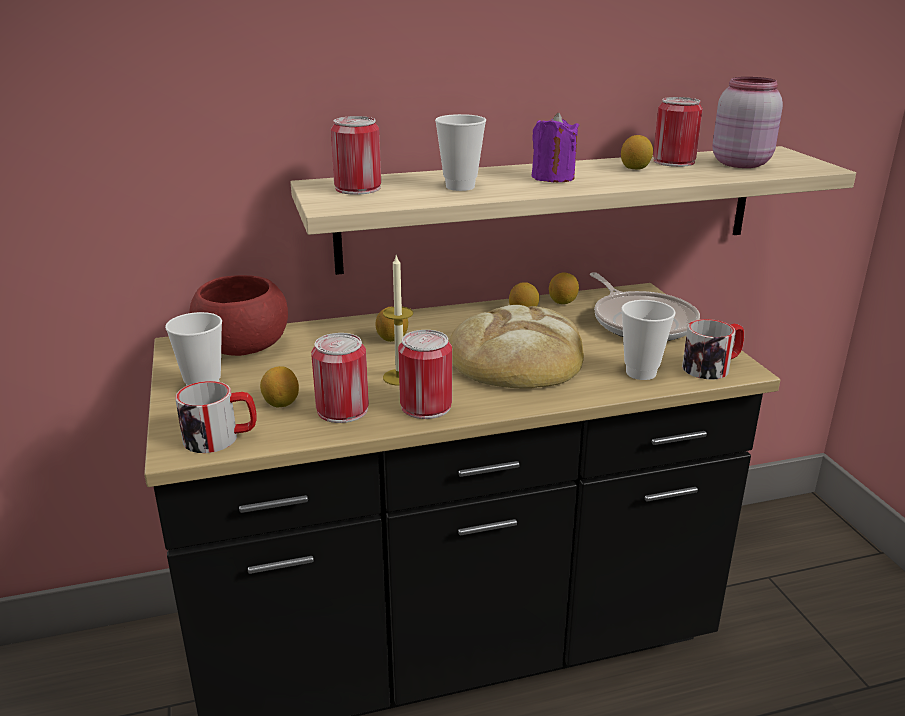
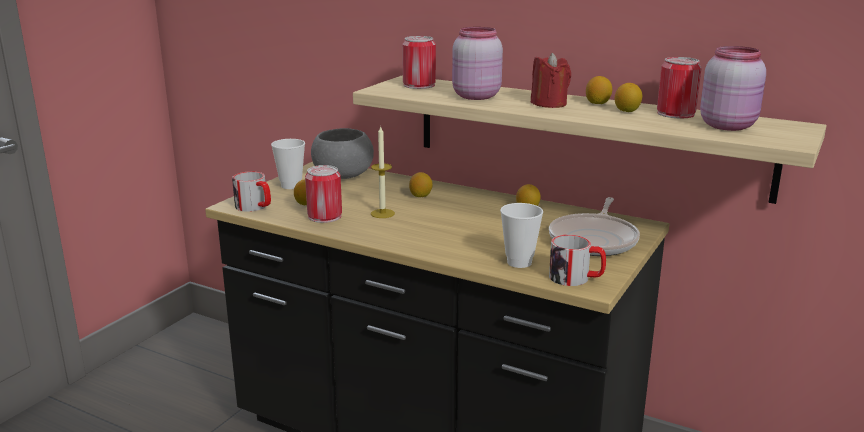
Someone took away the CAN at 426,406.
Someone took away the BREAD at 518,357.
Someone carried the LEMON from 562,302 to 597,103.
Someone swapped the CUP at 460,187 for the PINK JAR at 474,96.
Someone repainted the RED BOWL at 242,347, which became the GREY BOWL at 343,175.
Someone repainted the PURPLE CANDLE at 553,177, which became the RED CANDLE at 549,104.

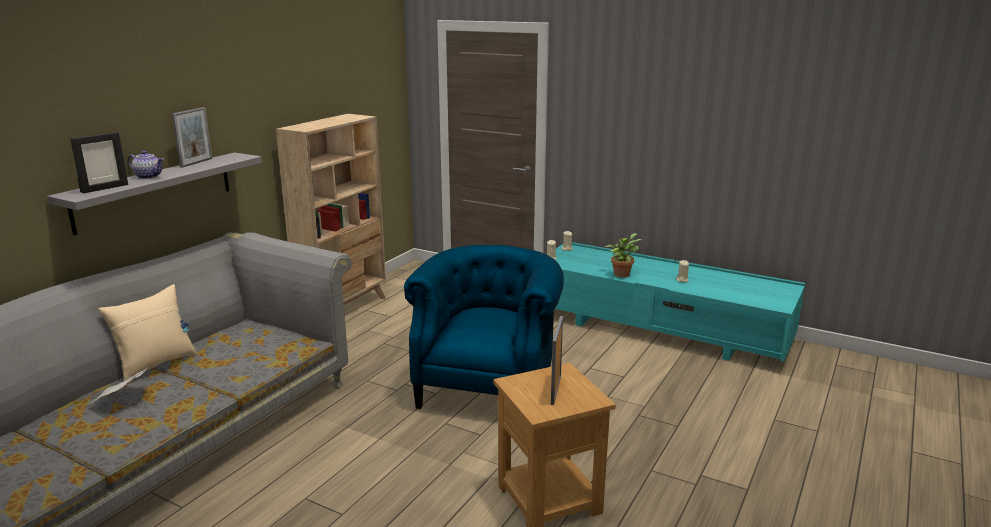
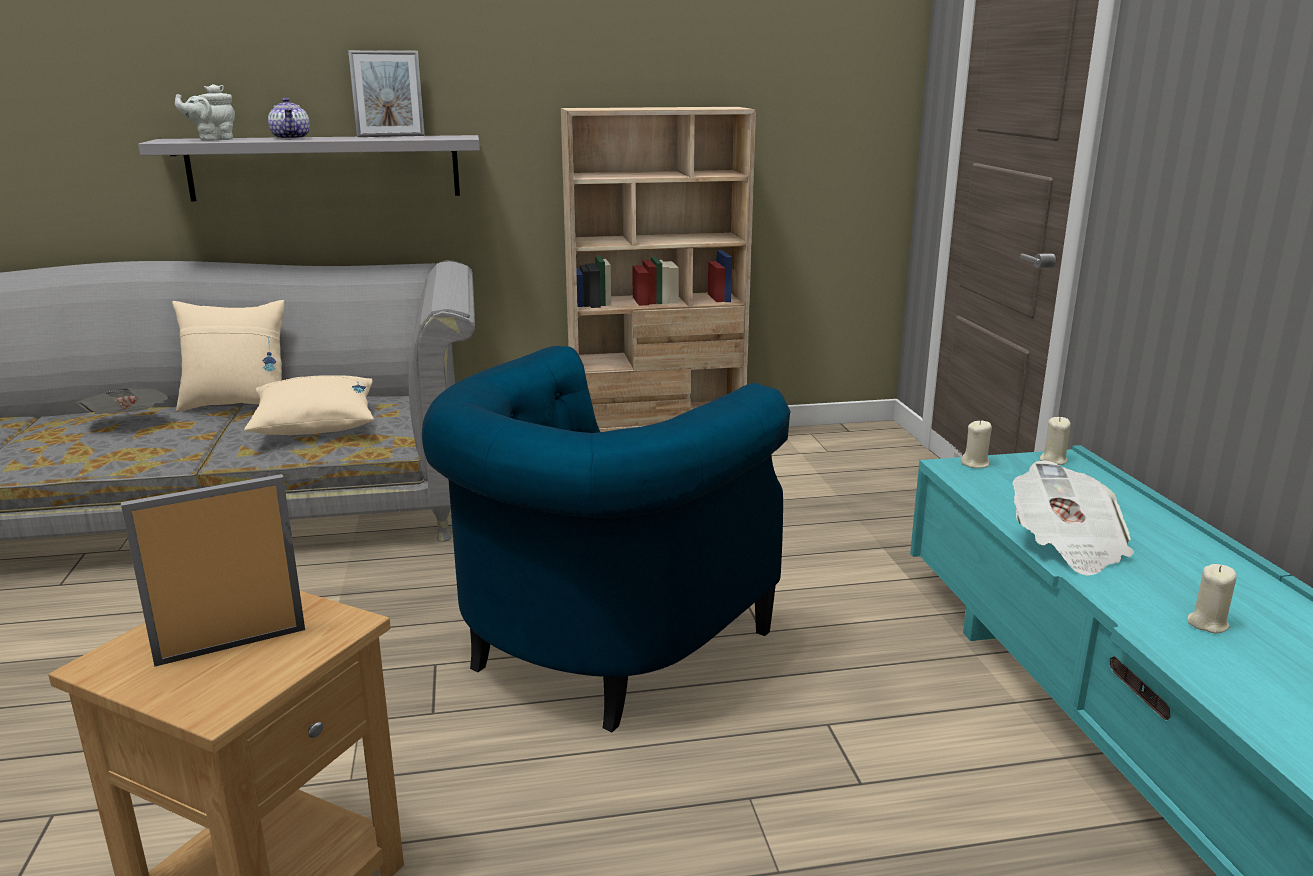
Someone put down the BEIGE PILLOW at 315,426.
Someone swapped the PICTURE FRAME at 104,188 for the GREY TEAPOT at 213,139.
Someone swapped the POTTED PLANT at 622,274 for the NEWSPAPER at 1067,546.
Someone rotated the BLUE ARMCHAIR at 489,386 by 150 degrees clockwise.

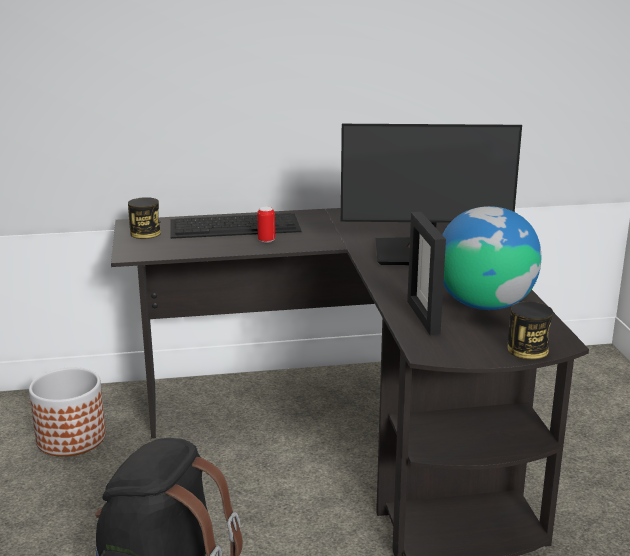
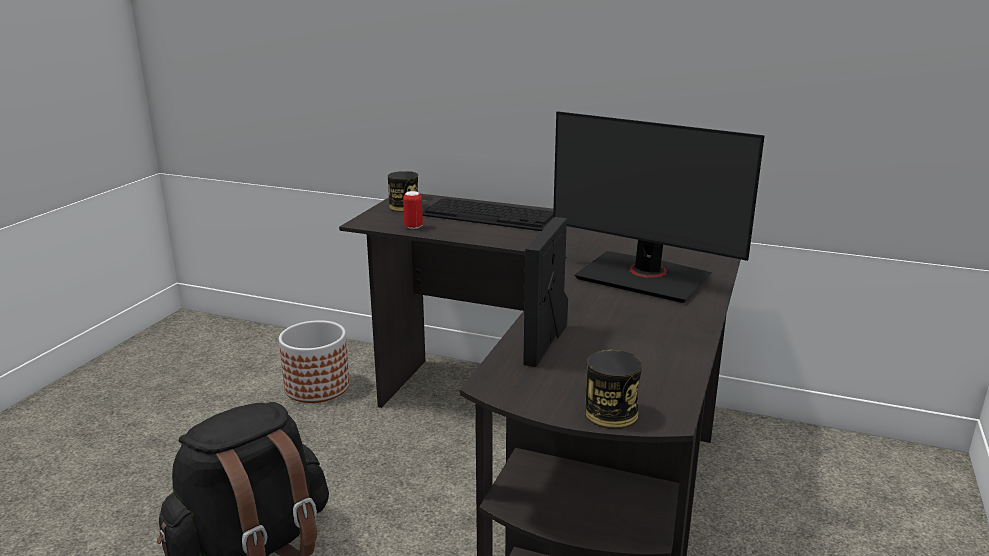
Someone took away the GLOBE at 484,304.
Someone carried the CAN from 266,240 to 413,227.

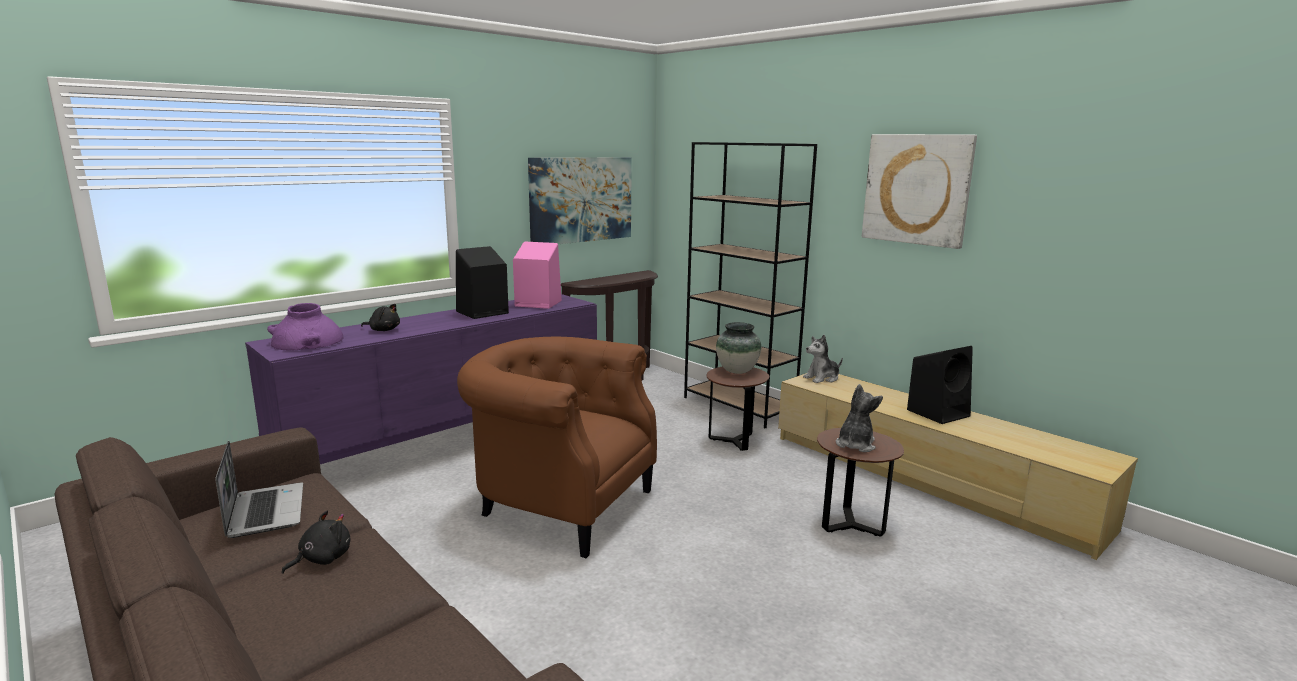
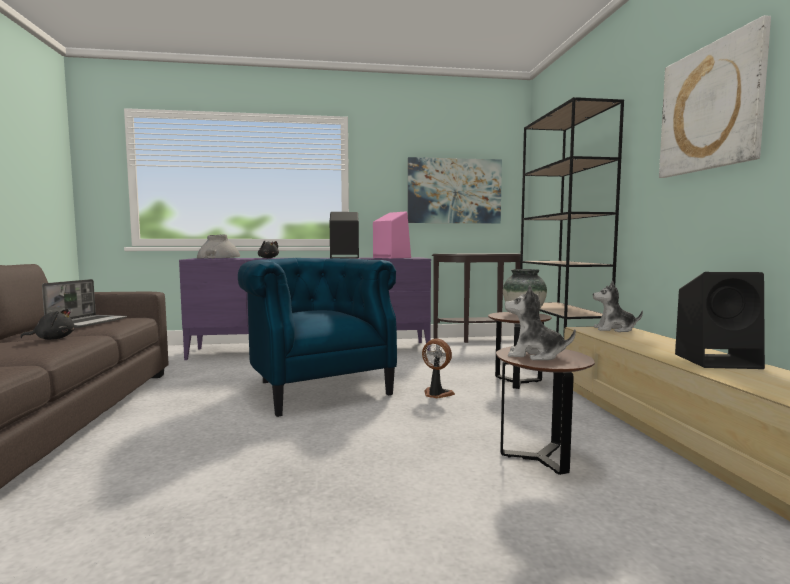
Someone put down the FAN at 436,394.
Someone repainted the PURPLE VASE at 307,342, which became the GREY VASE at 218,258.
Someone repainted the BROWN ARMCHAIR at 559,505, which became the BLUE ARMCHAIR at 315,388.
Someone rotated the PLUSH TOY at 855,444 by 135 degrees counterclockwise.

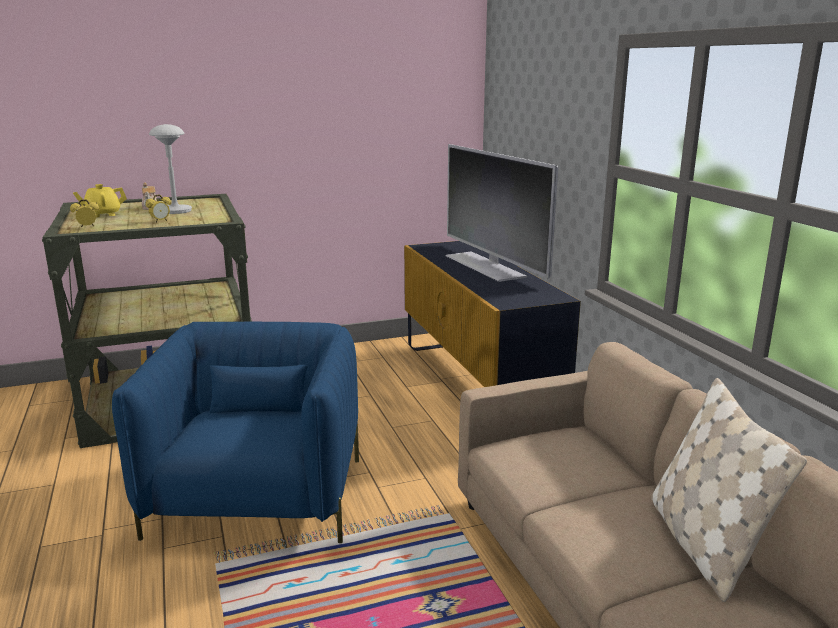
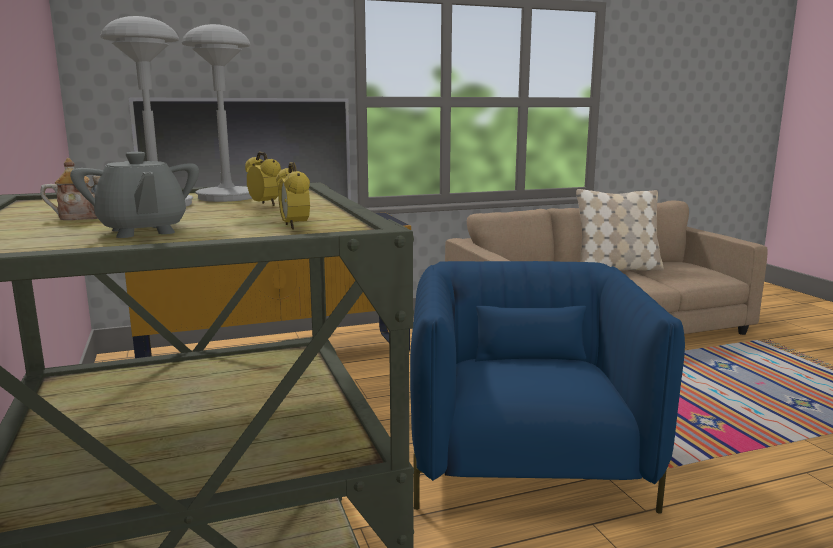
Someone put down the GREY TABLE LAMP at 227,197.
Someone repainted the YELLOW TEAPOT at 103,214, which became the GREY TEAPOT at 143,231.
Someone rotated the BLUE ARMCHAIR at 259,497 by 90 degrees clockwise.

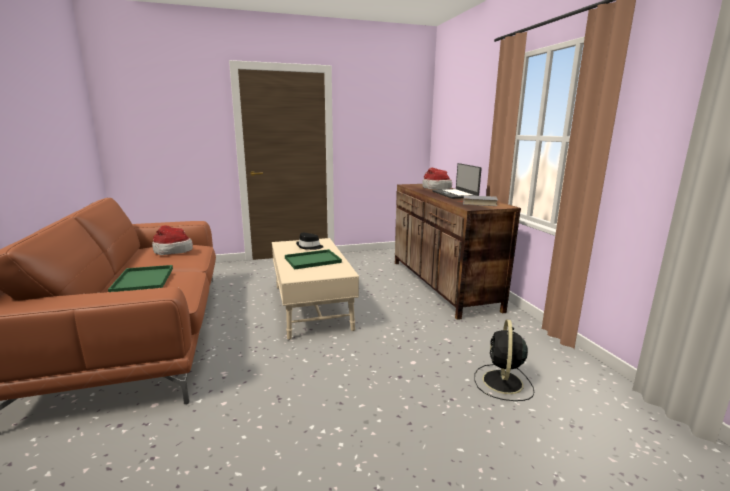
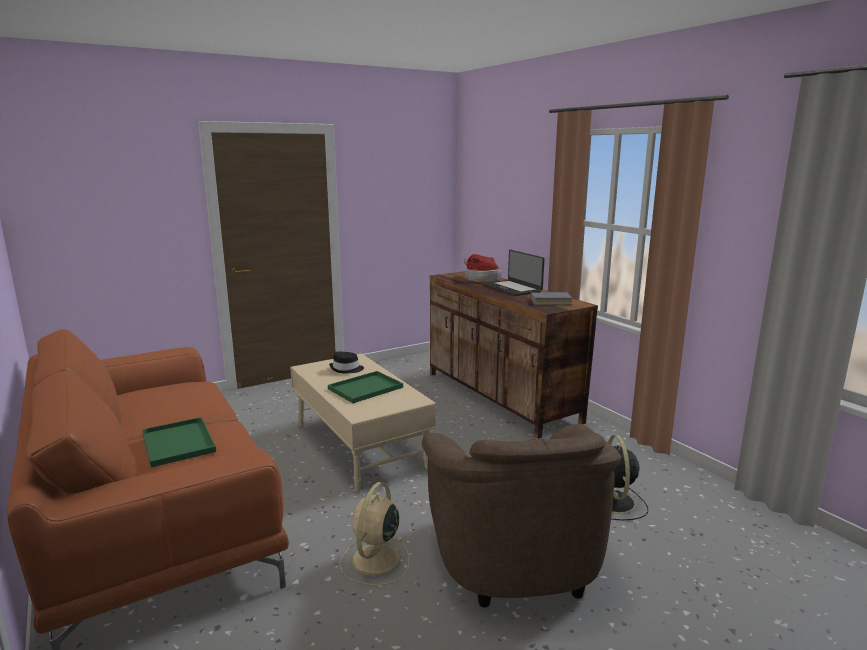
Someone took away the HAT at 171,250.
Someone put down the BEIGE FAN at 375,561.
Someone put down the BROWN ARMCHAIR at 514,556.

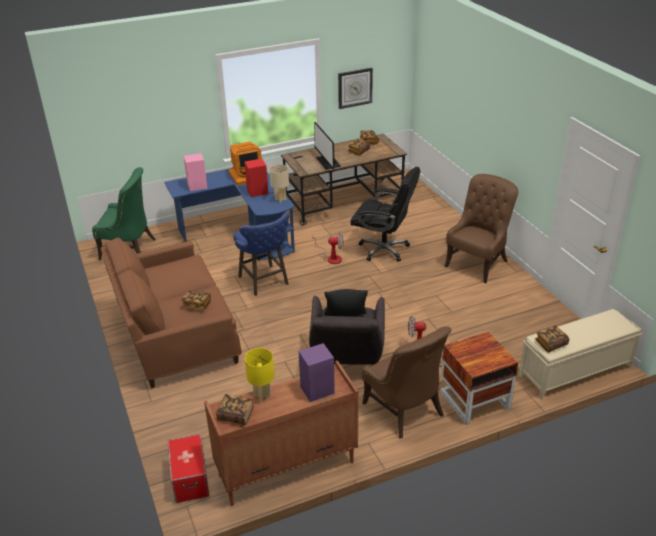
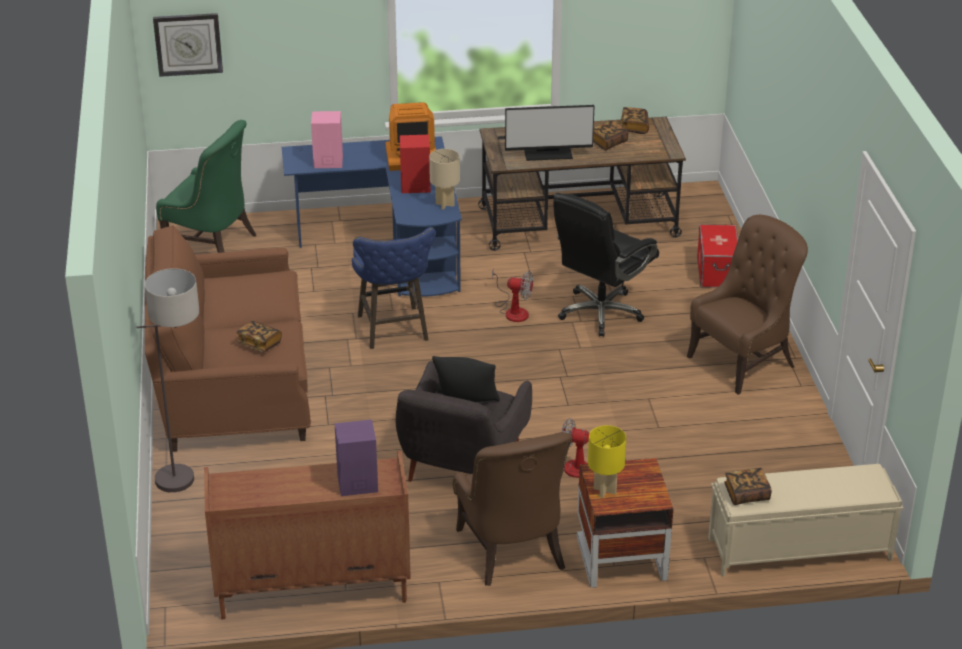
Someone took away the BOOK at 236,415.
Someone put down the GREY FLOOR LAMP at 186,479.
Someone carried the STORAGE BOX from 190,479 to 717,272.
Someone carried the YELLOW TABLE LAMP from 262,396 to 605,491.
Someone carried the WALL CLOCK from 355,88 to 188,44.
Someone rotated the MONITOR at 327,162 by 90 degrees counterclockwise.
Someone rotated the BLACK OFFICE CHAIR at 382,249 by 90 degrees clockwise.

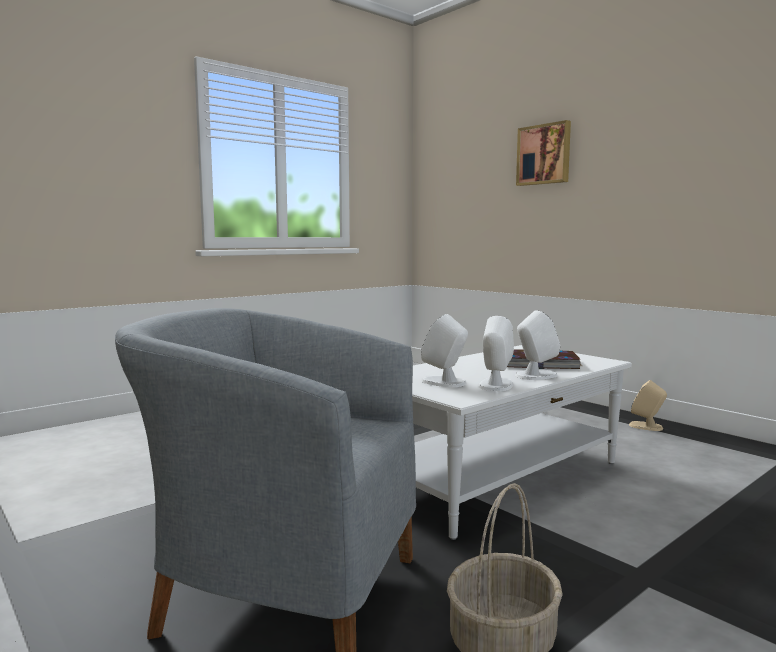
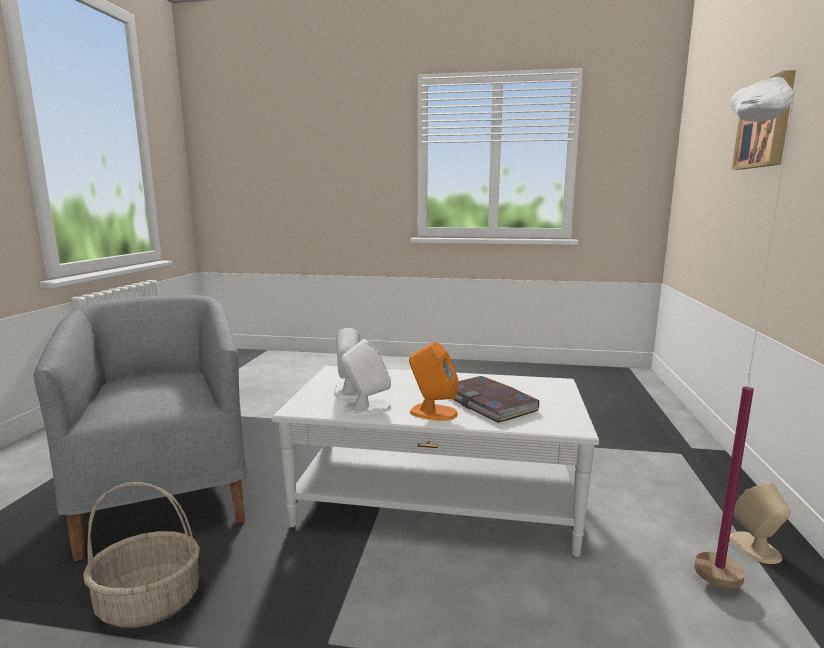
Someone put down the WHITE FLOOR LAMP at 702,559.
Someone repainted the WHITE SPEAKER at 535,375, which became the ORANGE SPEAKER at 432,412.

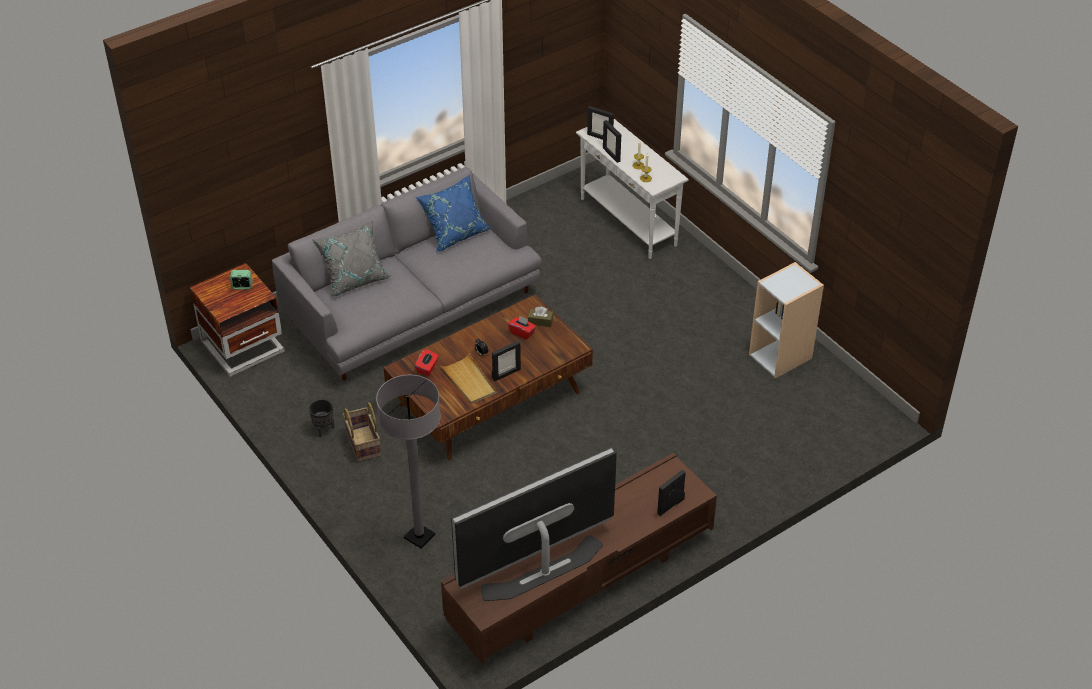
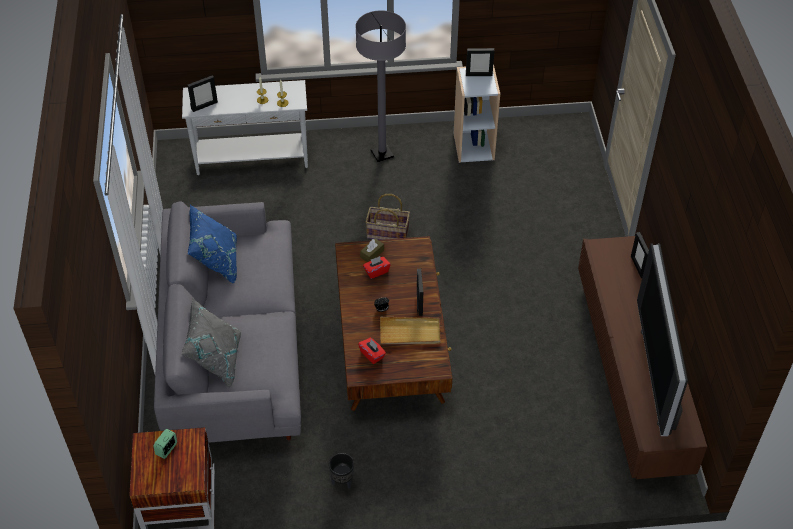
Someone carried the BASKET from 362,444 to 387,233.
Someone carried the GREY FLOOR LAMP from 419,536 to 382,154.
Someone carried the PICTURE FRAME from 612,154 to 479,74.

